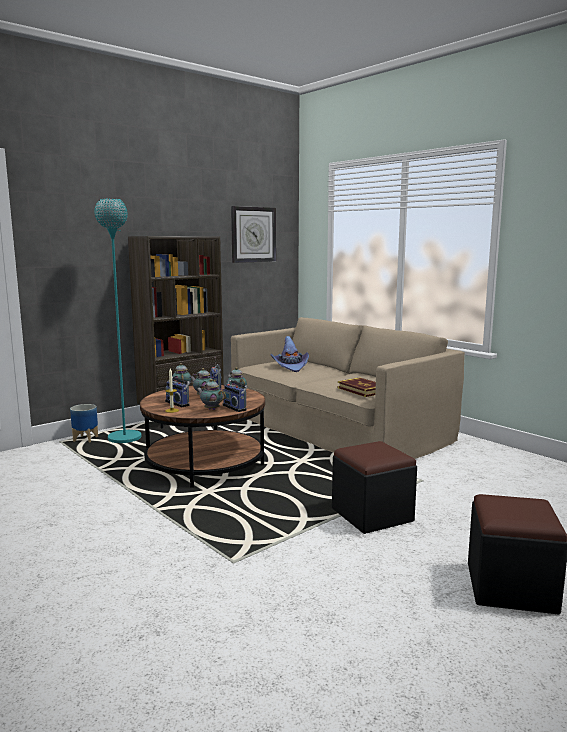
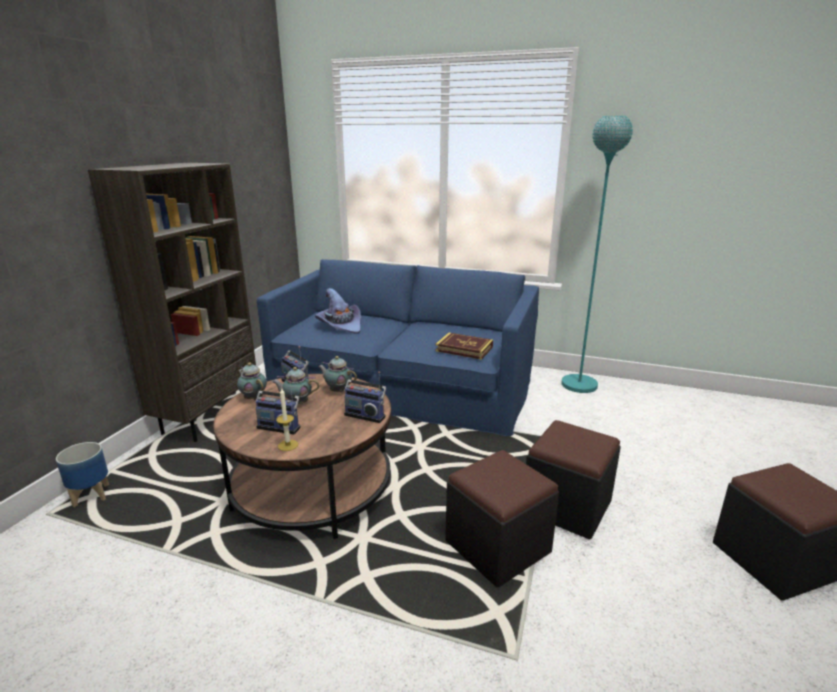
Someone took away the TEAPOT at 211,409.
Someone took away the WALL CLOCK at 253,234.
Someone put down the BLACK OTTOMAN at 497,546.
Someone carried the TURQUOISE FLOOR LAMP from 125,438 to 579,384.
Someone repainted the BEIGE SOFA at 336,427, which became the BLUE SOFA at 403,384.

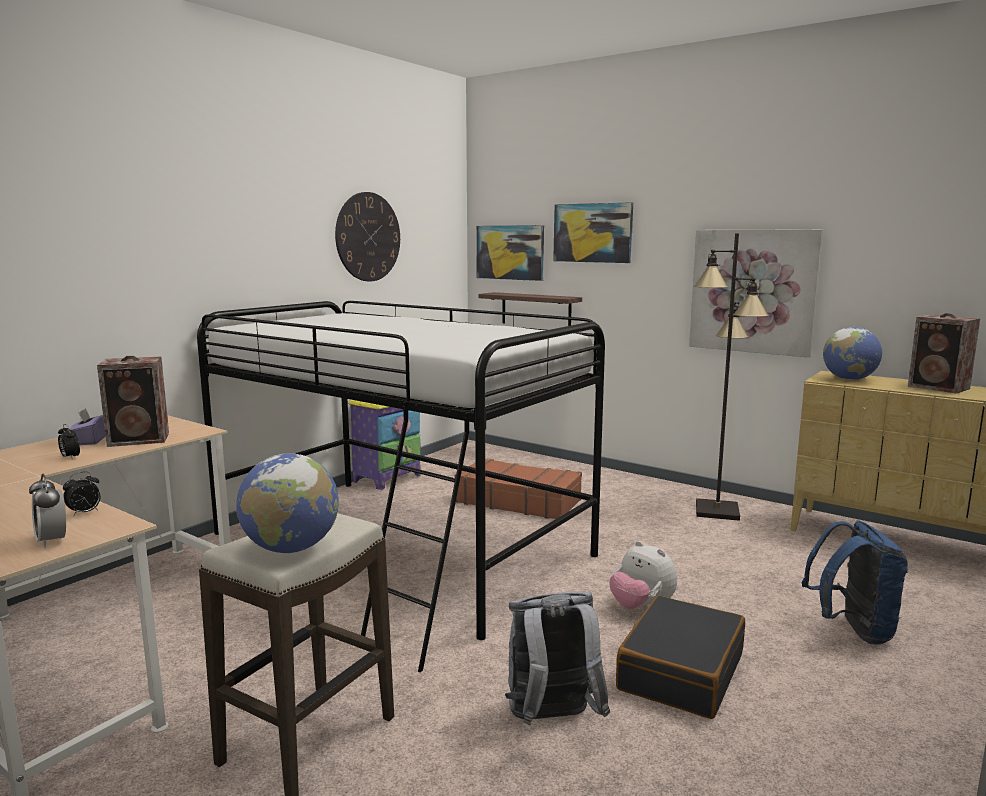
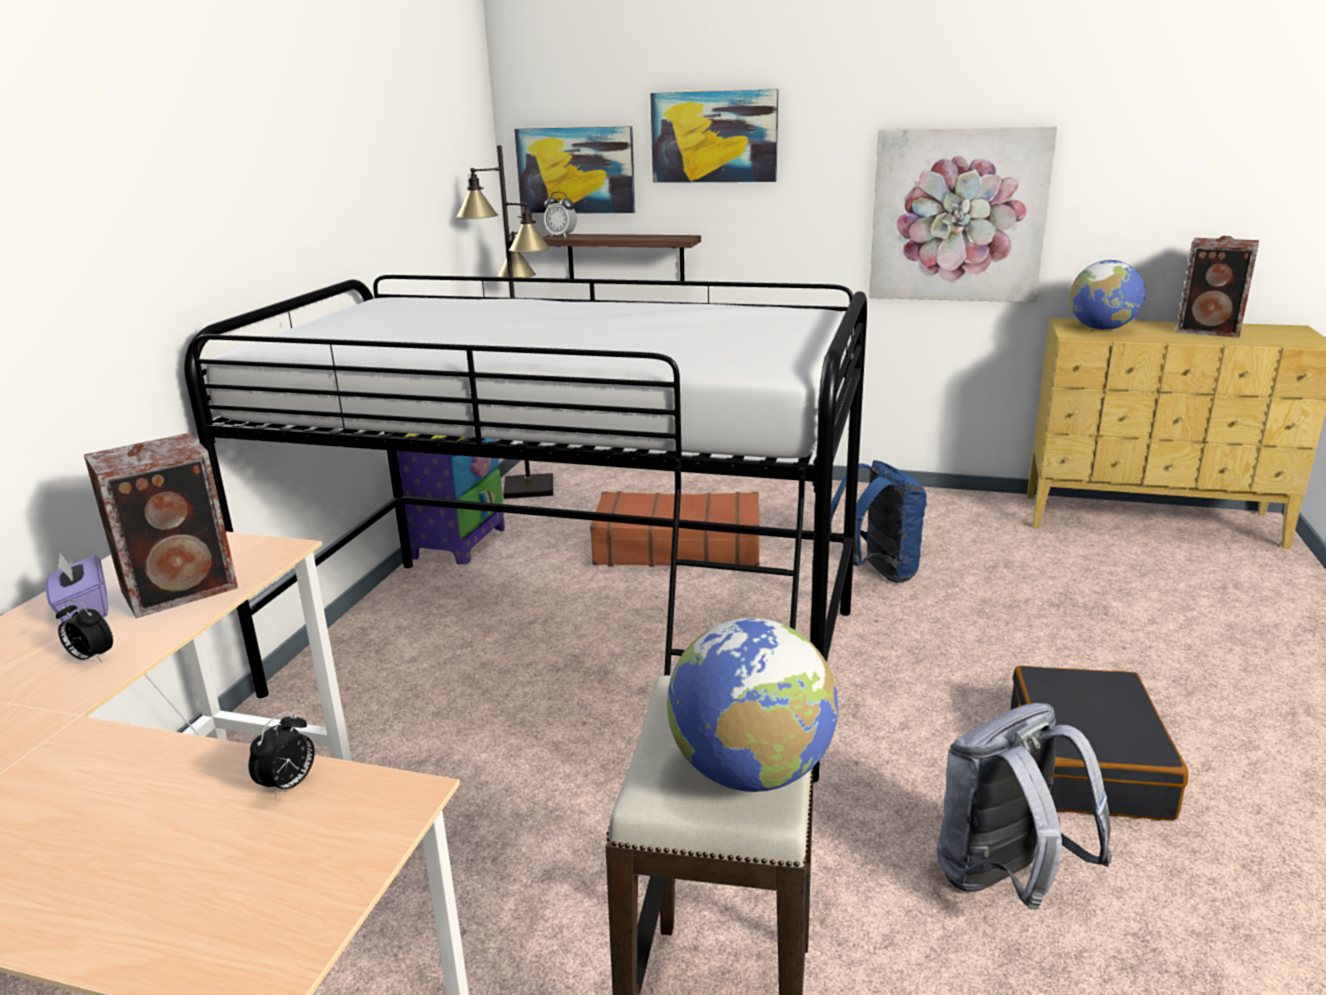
Someone took away the WALL CLOCK at 368,237.
Someone took away the PLUSH TOY at 641,607.
Someone carried the ALARM CLOCK from 52,540 to 561,236.
Someone carried the BLACK FLOOR LAMP from 716,511 to 528,488.
Someone carried the BLUE BACKPACK from 852,630 to 877,572.

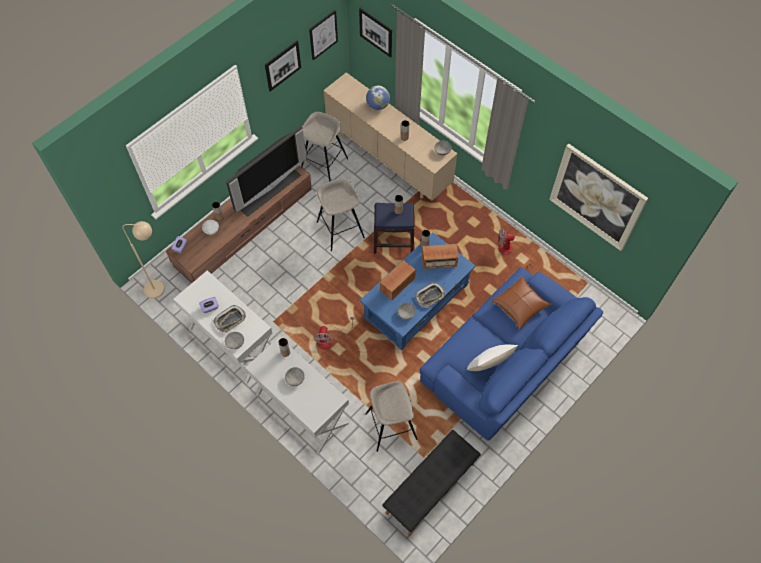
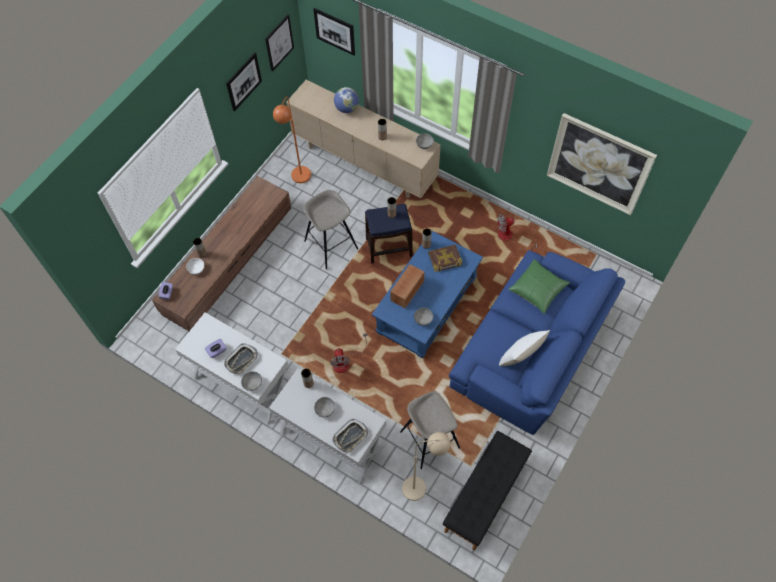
Someone took away the TELEVISION at 267,189.
Someone carried the BEIGE FLOOR LAMP from 161,290 to 421,487.
Someone carried the TRAY from 430,296 to 350,437.
Someone swapped the GREY STOOL at 324,165 for the ORANGE FLOOR LAMP at 299,180.
Someone swapped the RADIO at 439,261 for the BOOK at 444,259.
Someone repainted the BROWN PILLOW at 520,305, which became the GREEN PILLOW at 537,289.

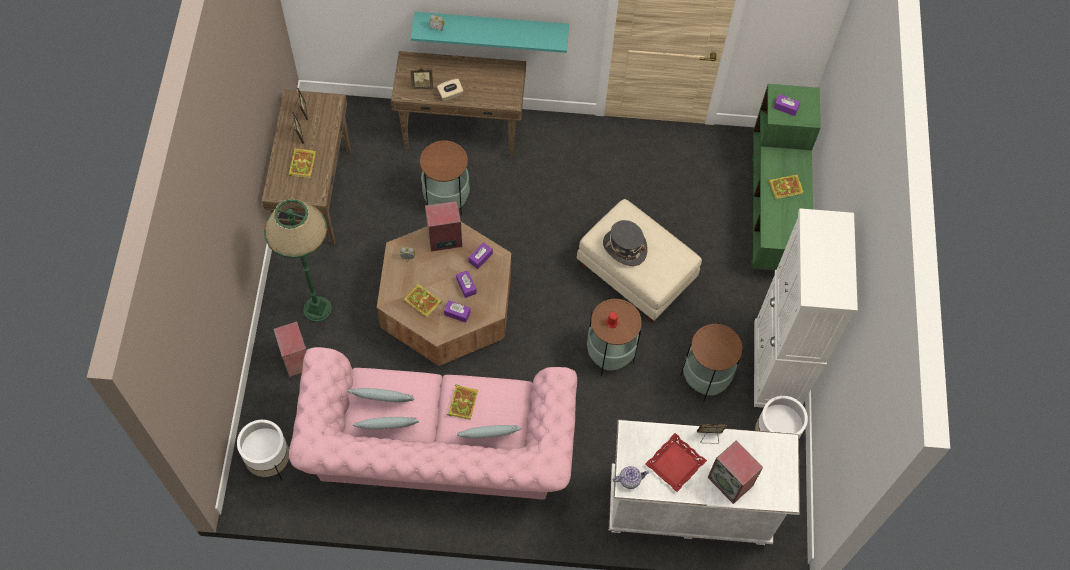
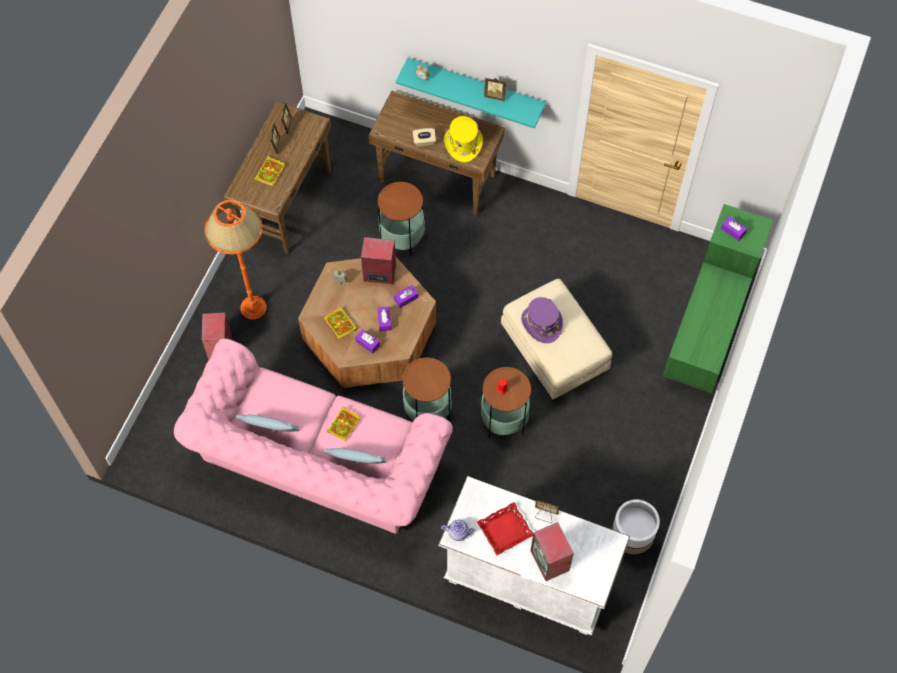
Someone took away the WHITE PLANTER at 269,461.
Someone took away the BLUE PILLOW at 383,402.
Someone took away the WHITE CABINET at 777,365.
Someone took away the BOOK at 786,187.
Someone put down the YELLOW HAT at 463,144.
Someone carried the PICTURE FRAME from 422,85 to 495,95.
Someone carried the SIDE TABLE from 705,378 to 427,410.
Someone repainted the GREEN FLOOR LAMP at 318,309, which became the ORANGE FLOOR LAMP at 253,307.
Someone repainted the GREY HAT at 624,248, which became the PURPLE HAT at 541,324.

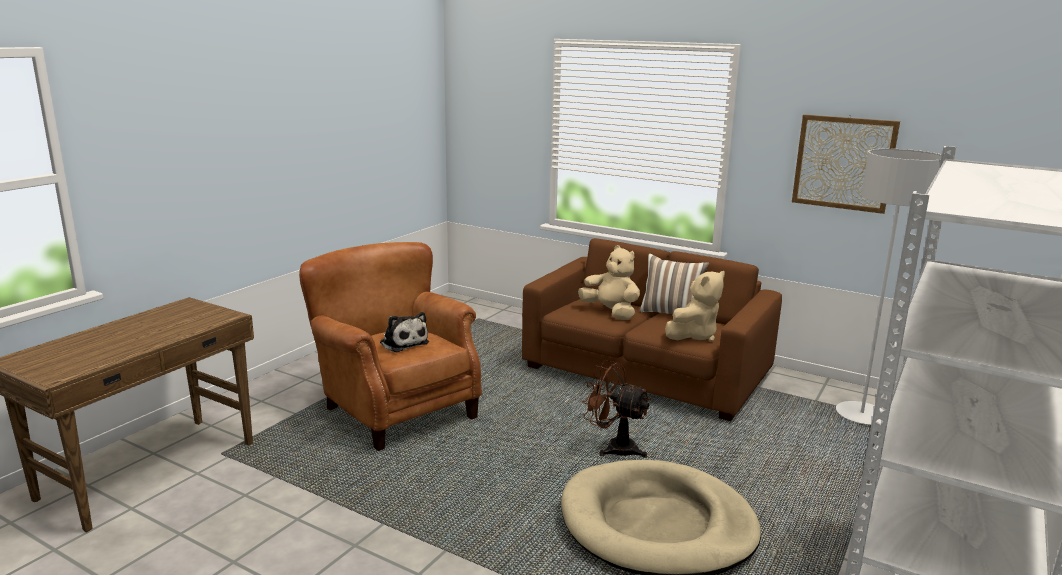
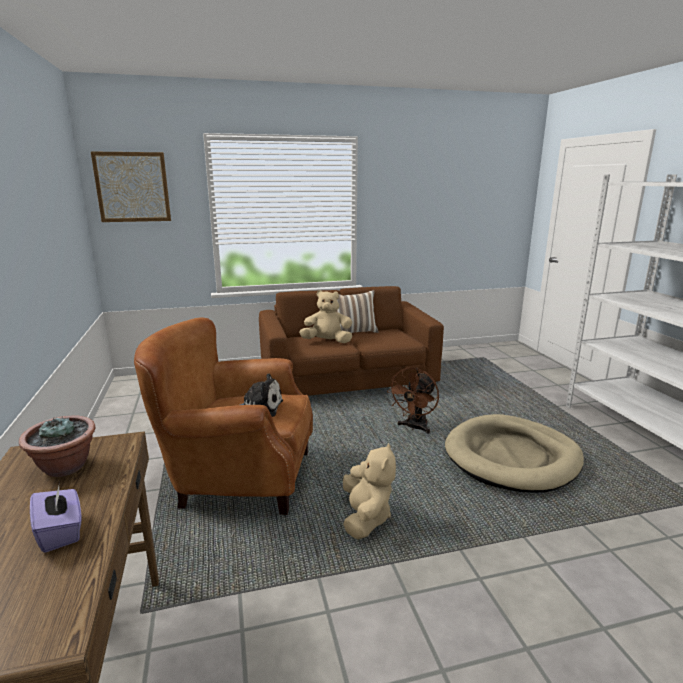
Someone took away the GREY FLOOR LAMP at 861,415.
Someone put down the POTTED PLANT at 65,467.
Someone put down the PURPLE TISSUE BOX at 61,532.
Someone carried the BEIGE PLUSH TOY from 693,335 to 366,518.
Someone carried the PICTURE from 843,162 to 132,186.
Someone rotated the BROWN FAN at 614,447 by 45 degrees counterclockwise.

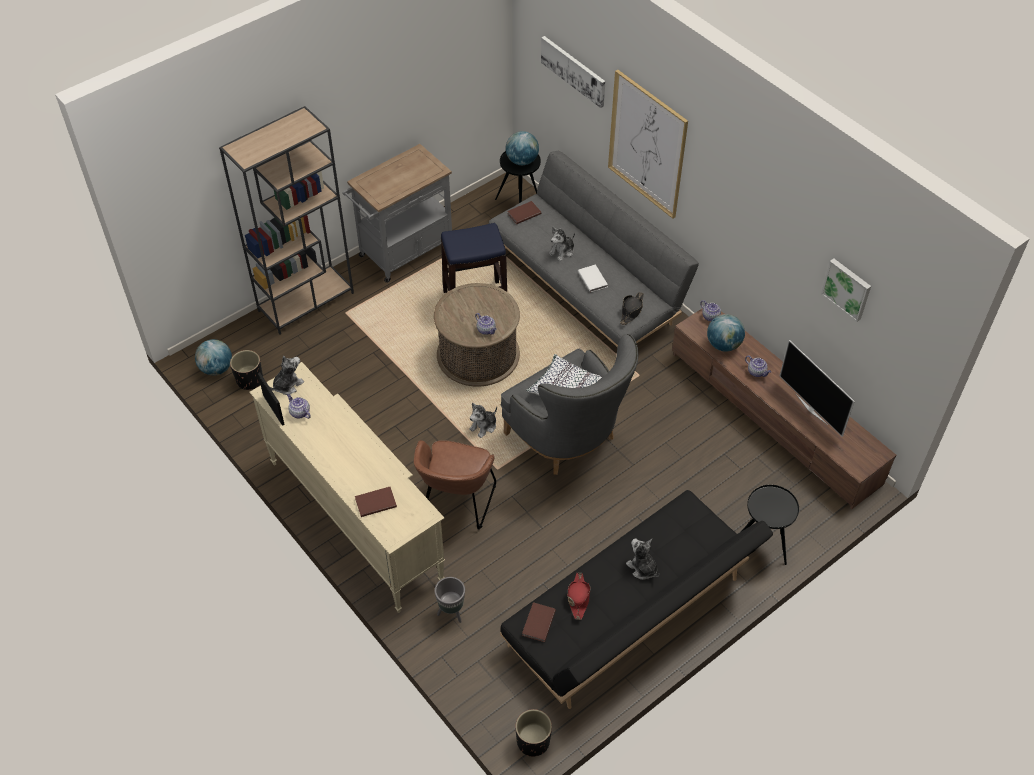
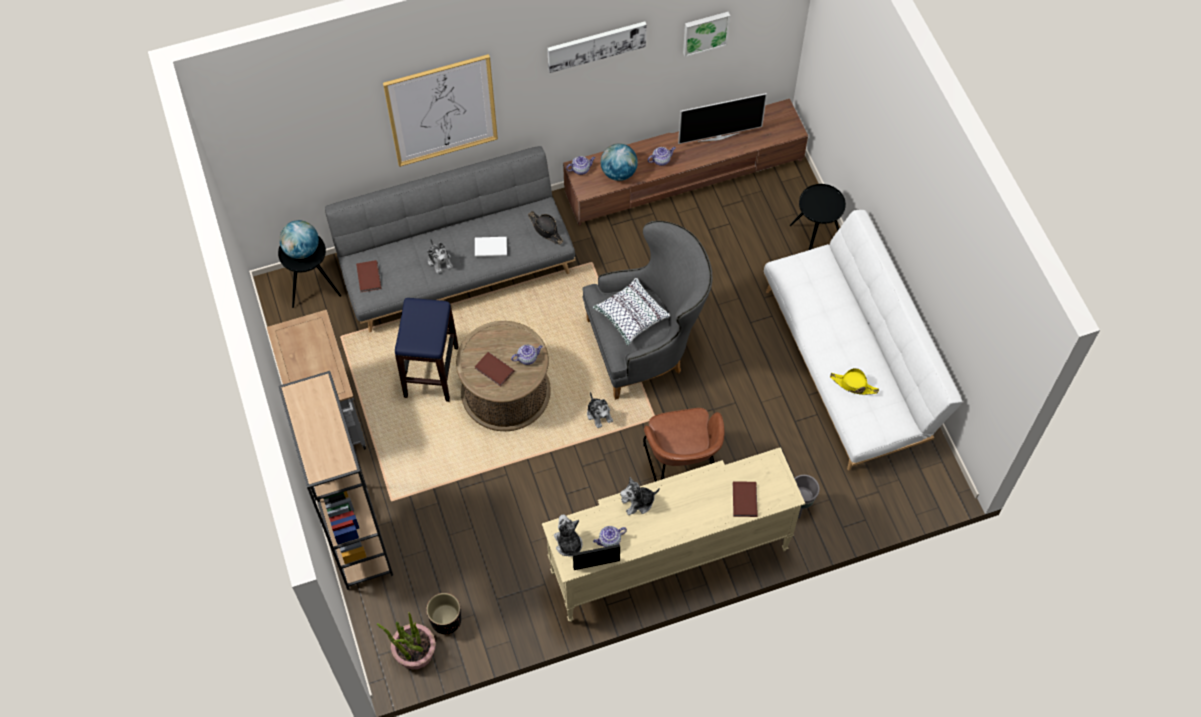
Someone took away the BLACK PLANTER at 533,742.
Someone carried the BROWN BOOK from 537,623 to 494,370.
Someone carried the PICTURE from 574,70 to 596,45.
Someone carried the PLUSH TOY from 642,568 to 638,502.
Someone swapped the GLOBE at 216,368 for the POTTED PLANT at 414,651.
Someone repainted the BLACK SOFA at 631,615, which became the WHITE SOFA at 850,363.
Someone repainted the RED HAT at 578,597, which became the YELLOW HAT at 853,385.
Someone rotated the BROWN ARMCHAIR at 456,503 by 45 degrees clockwise.

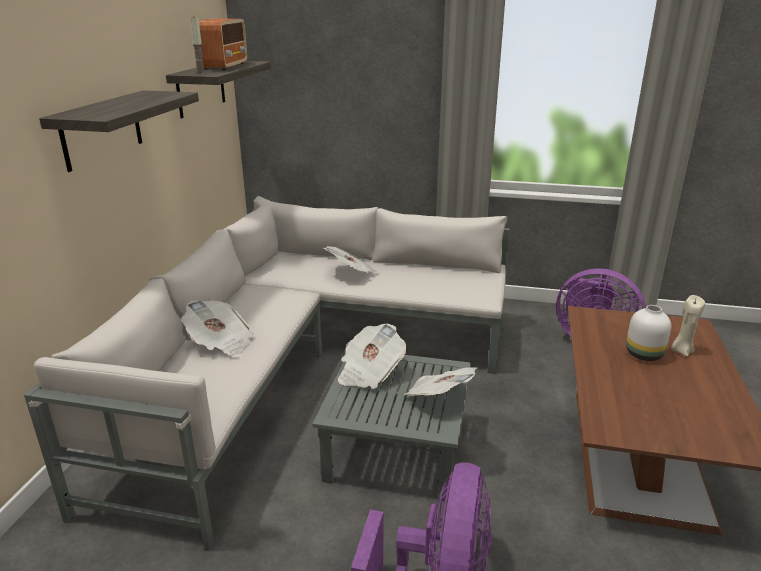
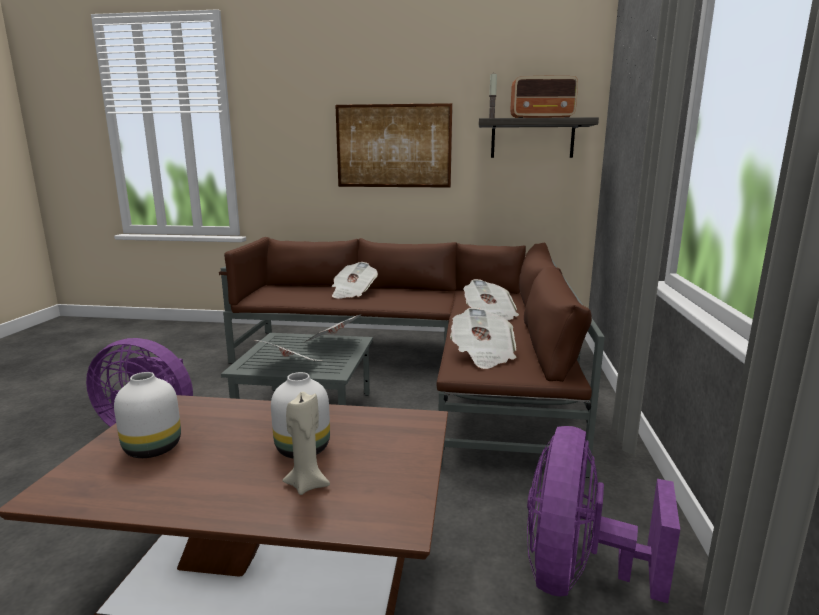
Someone put down the WHITE VASE at 151,449.
Someone put down the NEWSPAPER at 482,355.
Someone swapped the SHELF at 102,129 for the PICTURE at 393,146.
Someone repainted the WHITE SOFA at 317,379, which became the BROWN SOFA at 407,376.

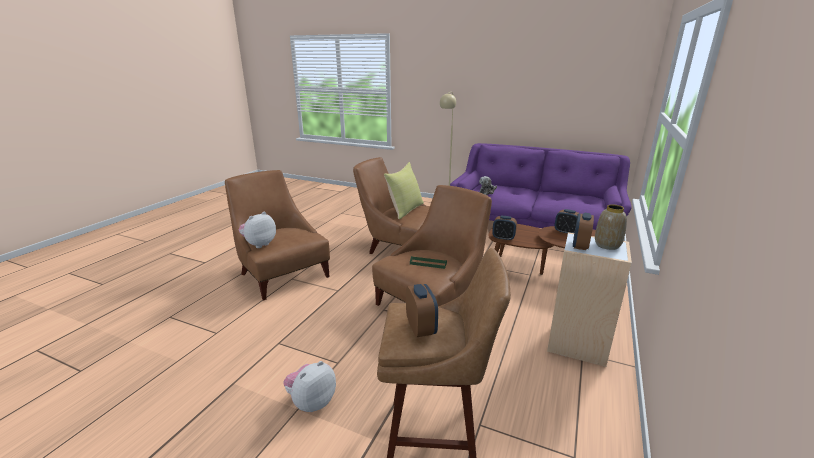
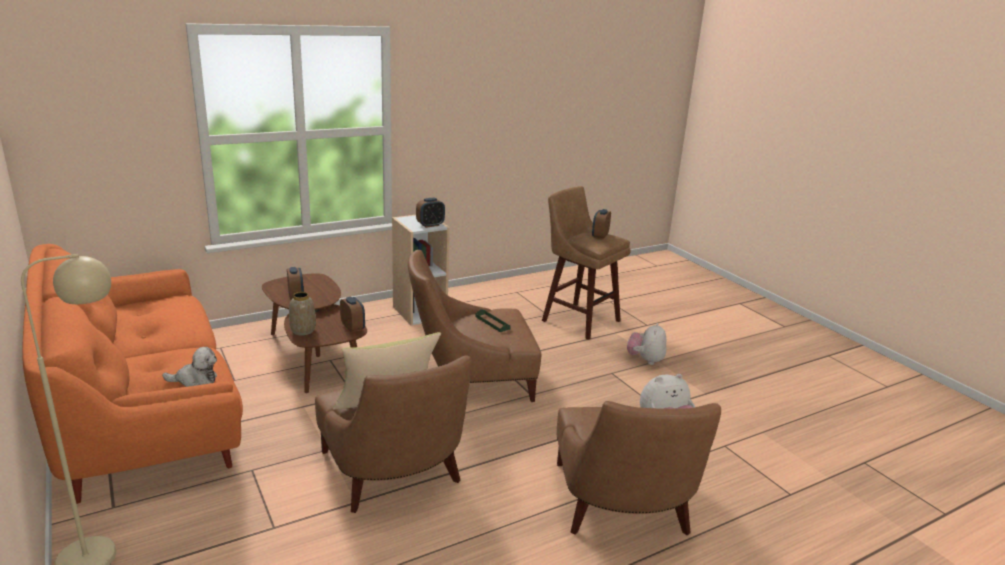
Someone carried the VASE from 607,245 to 303,331.
Someone repainted the PURPLE SOFA at 533,226, which became the ORANGE SOFA at 144,411.
Someone rotated the PLUSH TOY at 311,402 by 120 degrees clockwise.

